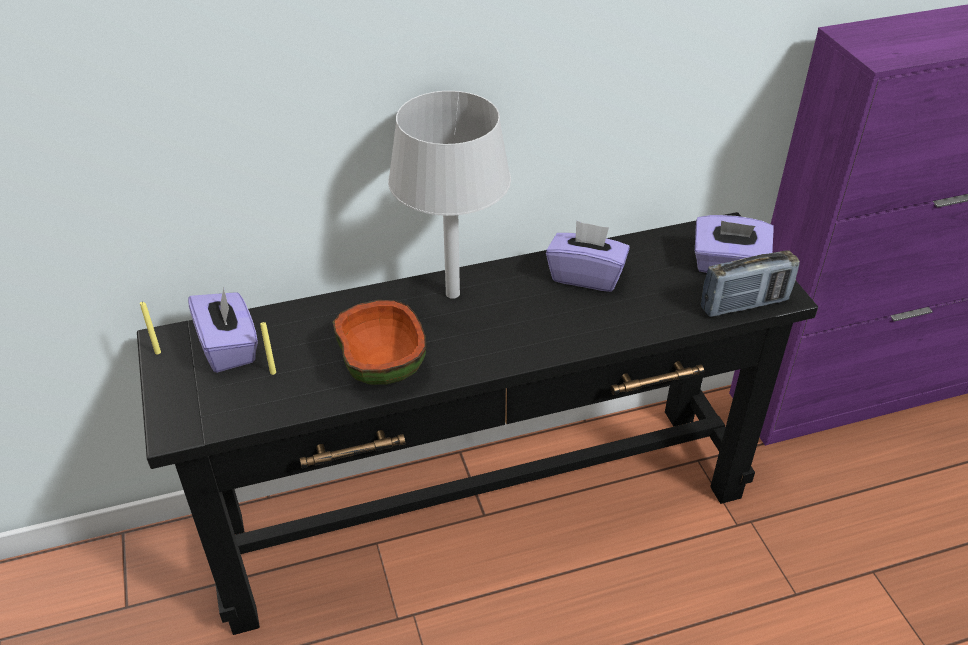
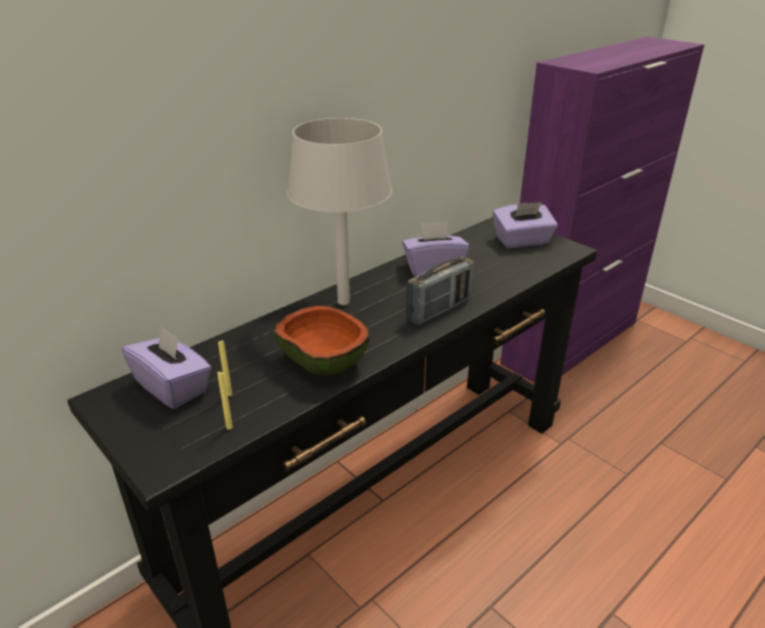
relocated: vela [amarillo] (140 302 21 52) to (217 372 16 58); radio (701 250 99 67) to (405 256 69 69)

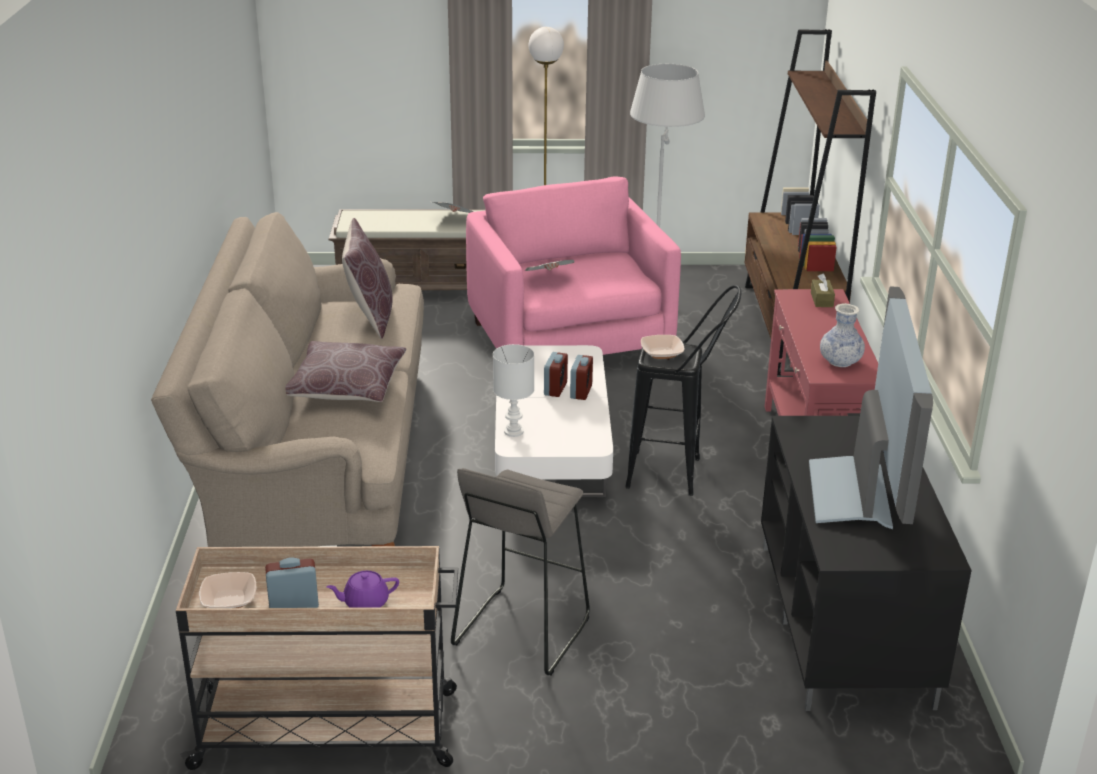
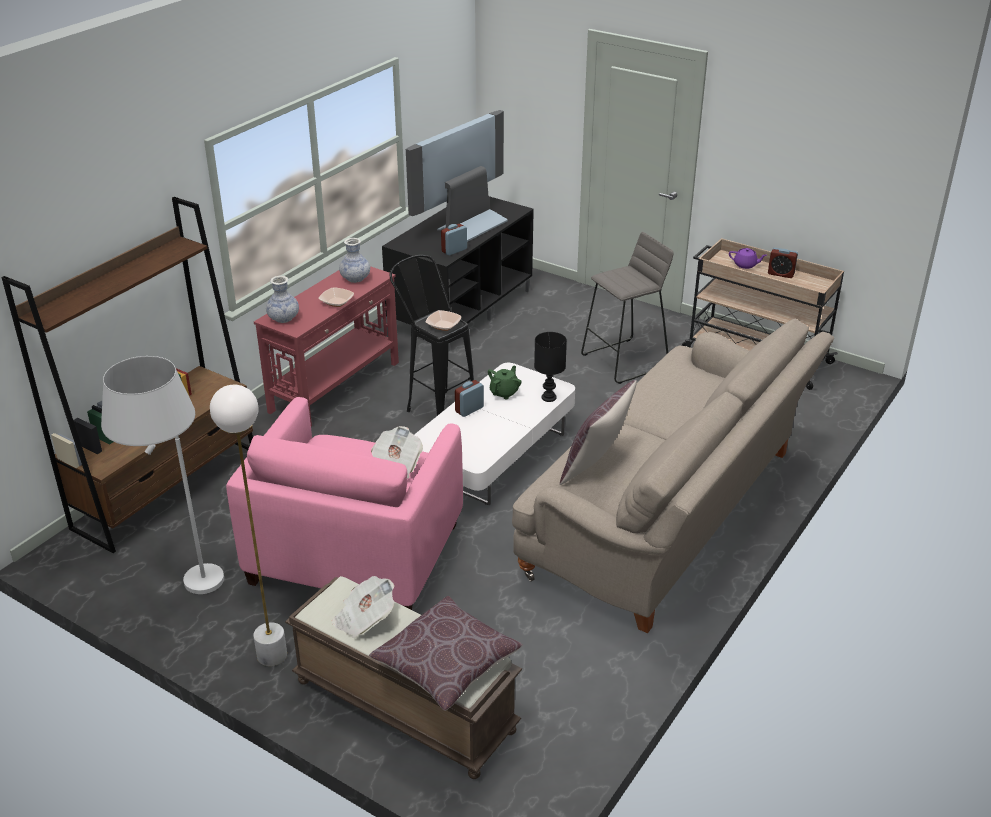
appeared: tetera [verde] (488 366 34 33)
relocated: cuenco (199 572 57 36) to (318 288 36 19); cojín [marrón] (286 341 120 61) to (369 596 154 115); despertador (544 352 24 45) to (441 224 26 31)
exchanged: caja de pañuelos [marrón] (811 274 24 33) to florero (266 276 33 47)
colour: lámpara de mesa [blanco] (493 344 41 93) to lámpara de mesa [negro] (534 332 33 70)

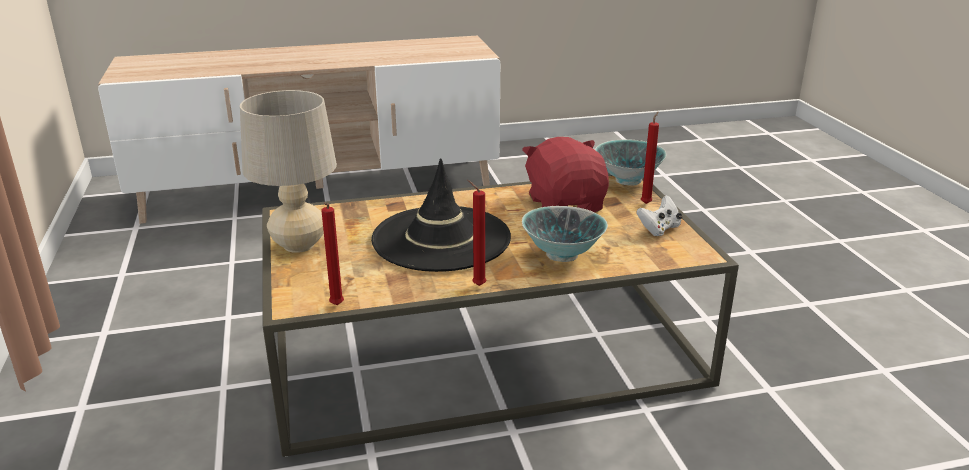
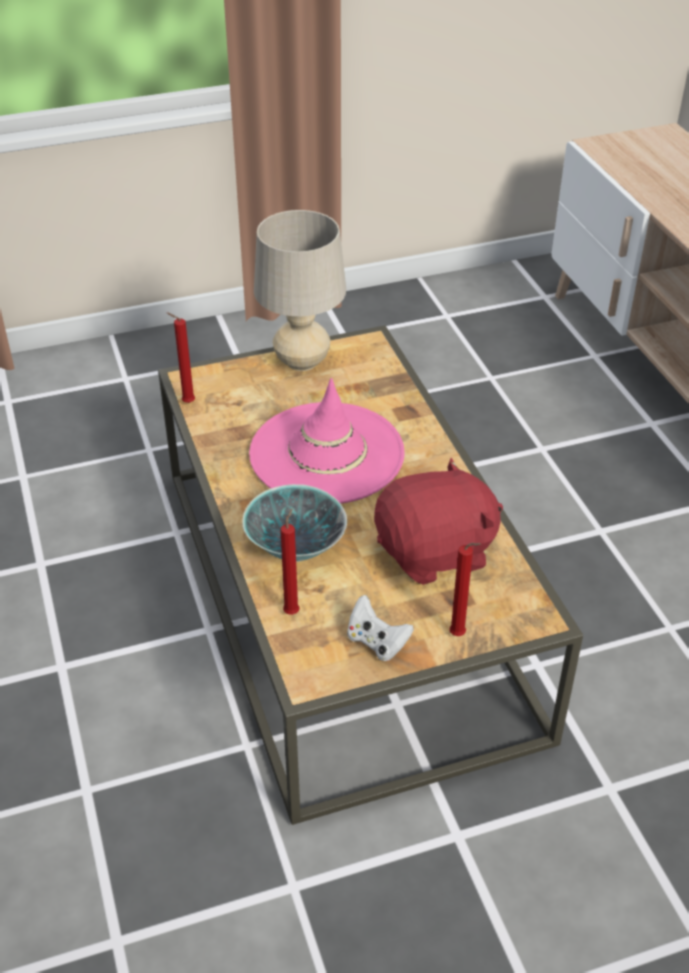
missing: cuenco (595 139 72 47)
relocated: vela [rojo] (467 180 20 106) to (280 509 20 106)
colour: sombrero [negro] (371 158 140 114) to sombrero [rosa] (249 378 156 126)

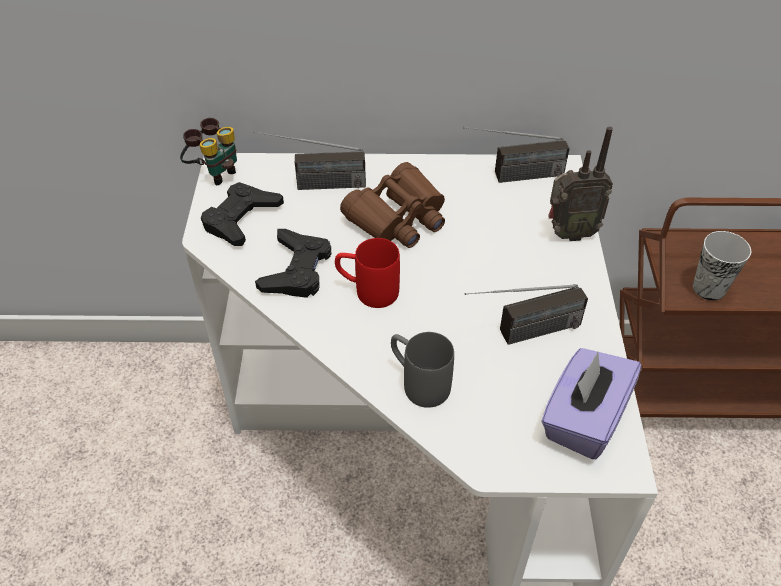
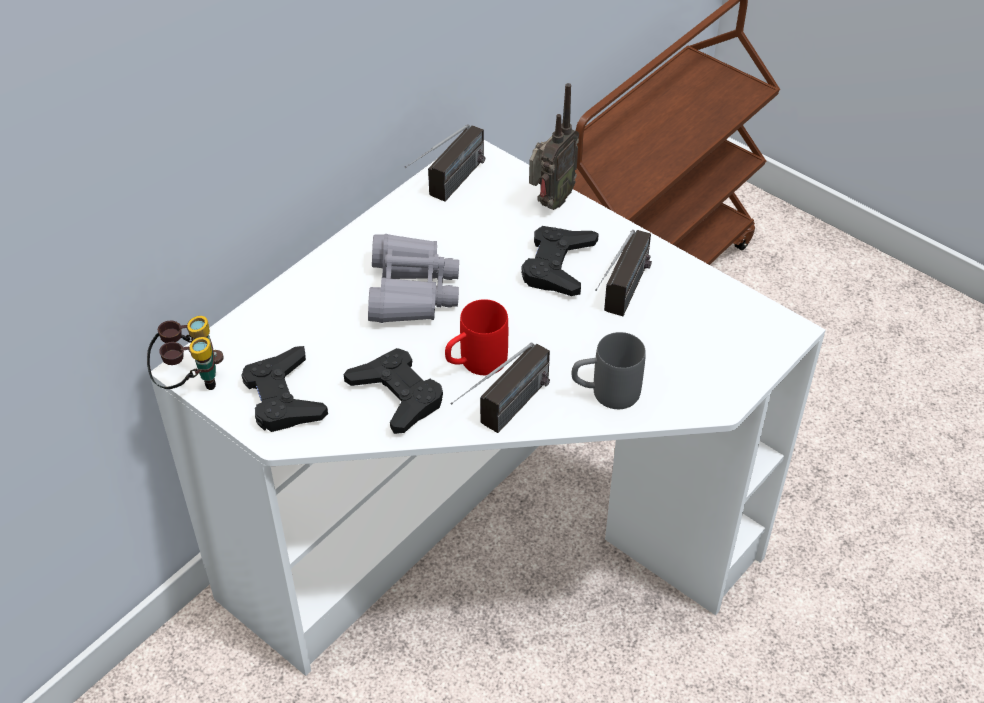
missing: caja de pañuelos [morado] (541 348 100 111); taza (693 231 58 70)
appeared: mando de consola [negro] (521 226 78 70)
relocated: radio (253 131 113 59) to (450 342 100 91)
colour: prismáticos [marrón] (340 162 105 86) to prismáticos [gris] (368 234 91 89)

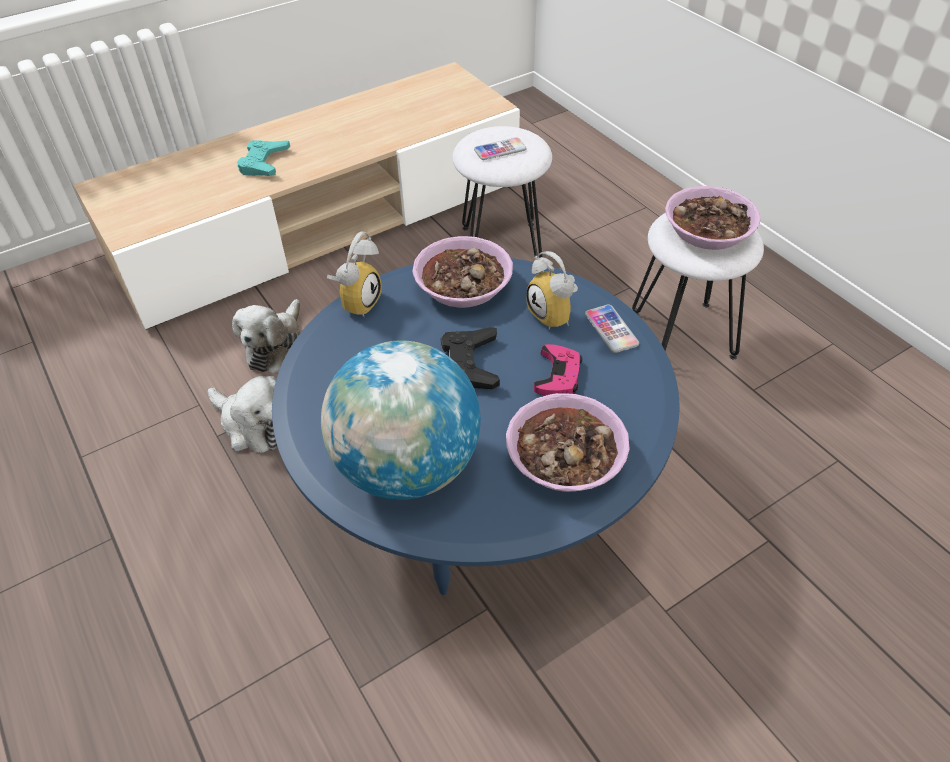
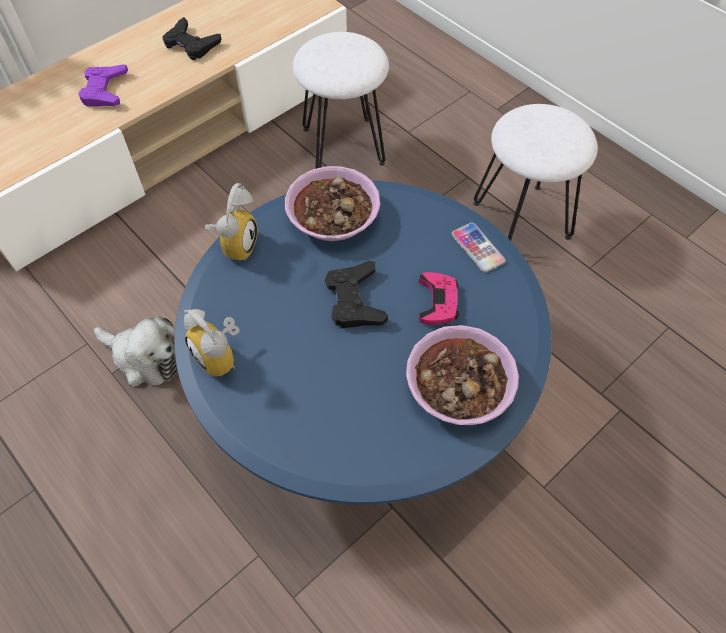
missing: peluche (232 299 68 75); globo terráqueo (321 341 160 159); móvil (474 137 52 23); cuenco (665 186 96 64)
appeared: mando de consola [negro] (163 17 58 43)
relocated: despertador (526 251 52 79) to (184 309 55 67)
colour: mando de consola [turquesa] (237 140 53 36) to mando de consola [morado] (78 64 50 43)

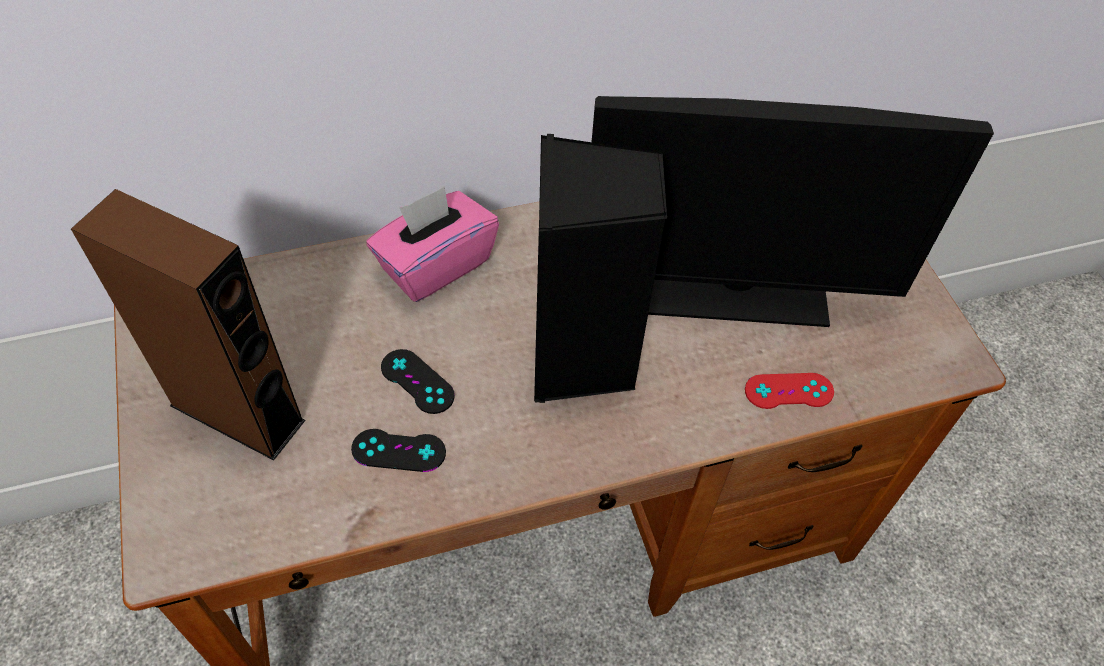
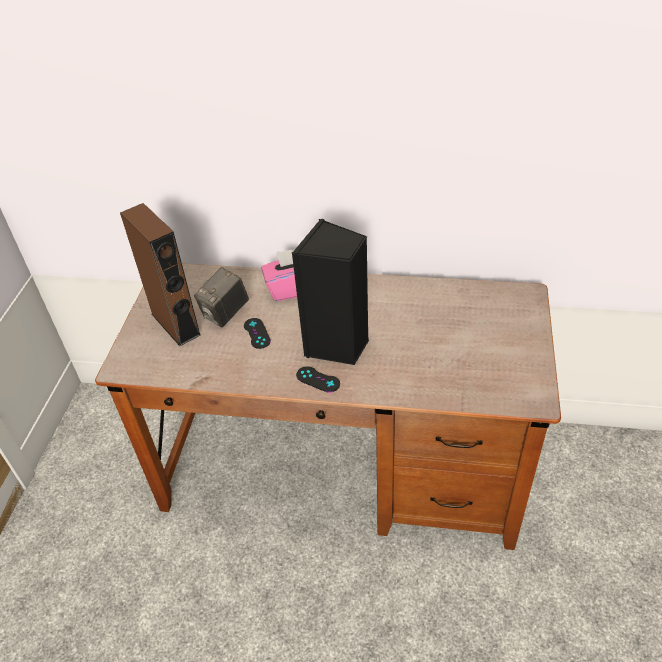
missing: monitor (592 96 402 231); mando de consola [rojo] (745 373 89 36)
appeared: cámara (194 267 55 60)
relocated: mando de consola [negro] (351 429 95 43) to (296 366 44 27)

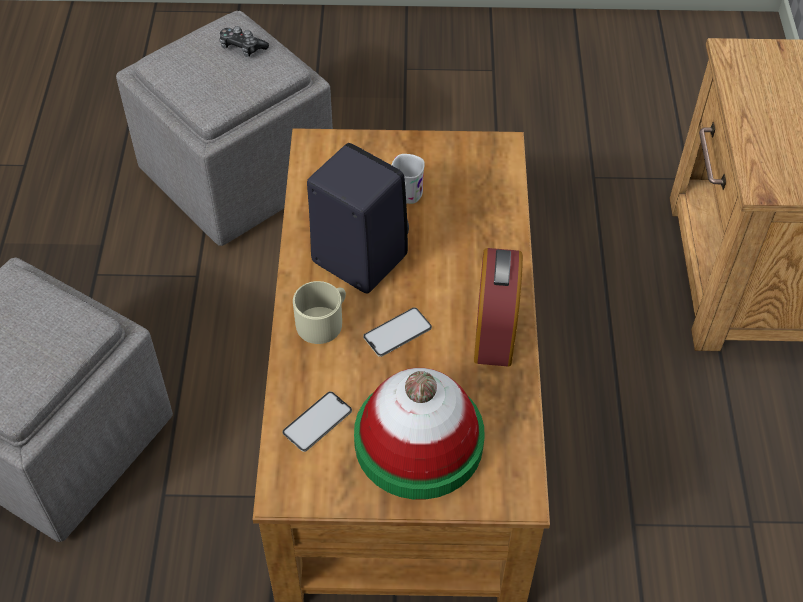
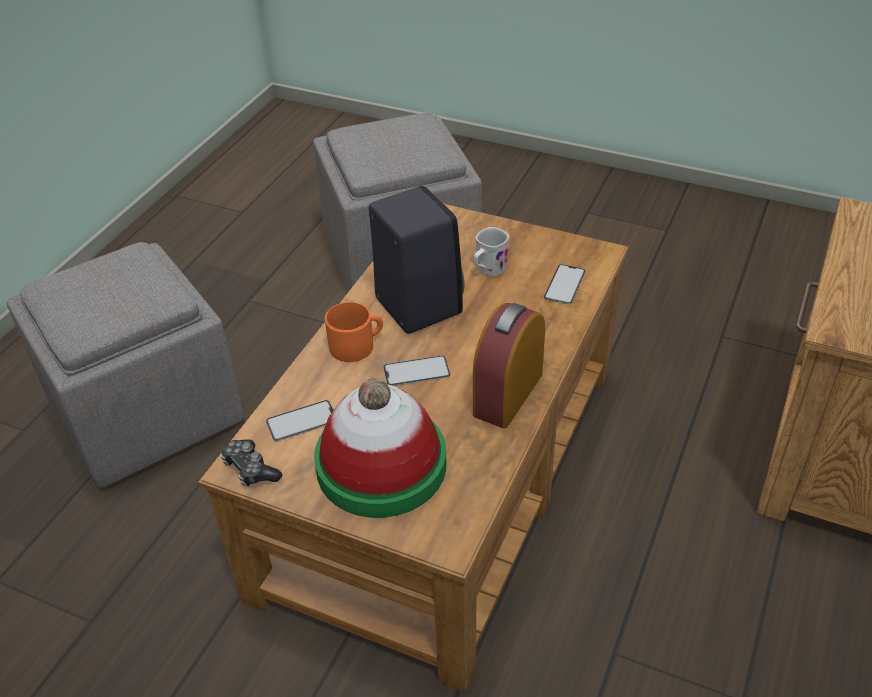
appeared: móvil (544 264 42 41)
relocated: mando de consola (220 26 49 31) to (220 439 62 48)
colour: taza grande [beis] (293 281 53 63) to taza grande [naranja] (325 302 58 60)

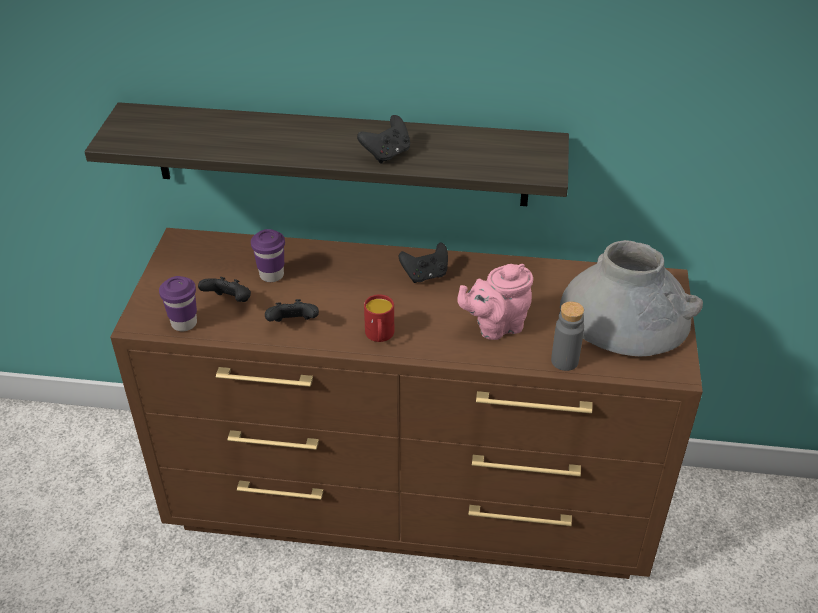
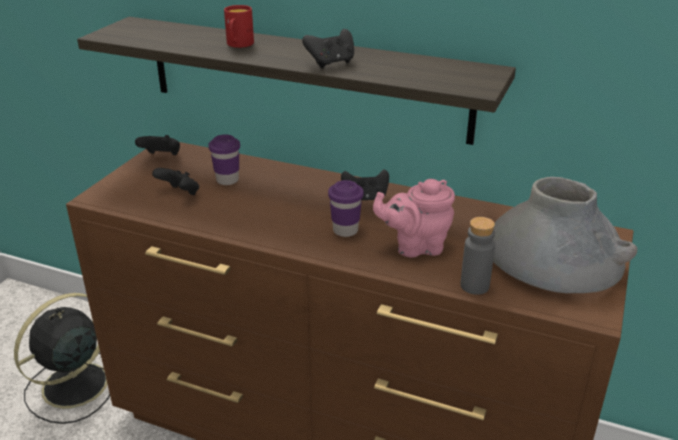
appeared: ventilador [negro] (14 293 96 131)
relocated: mando de consola [negro] (265 299 54 23) to (135 135 45 20); taza grande [rojo] (364 295 30 47) to (224 5 30 43); taza [morado] (159 276 38 56) to (328 180 35 57)

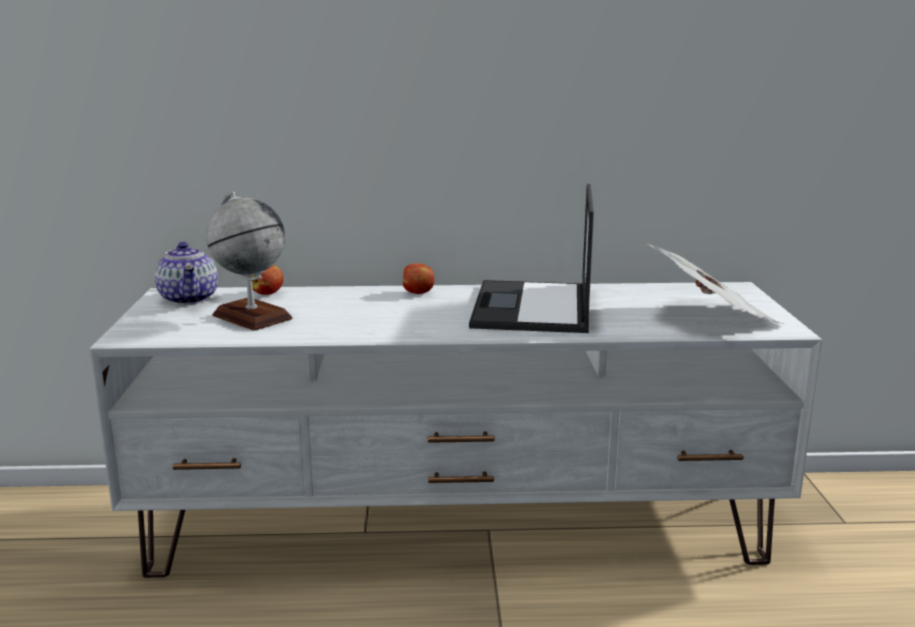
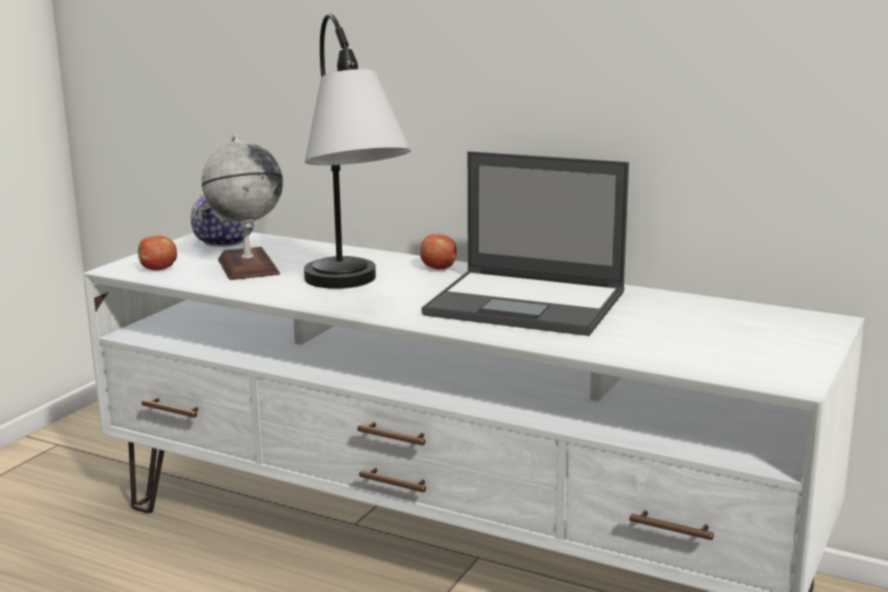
missing: periódico (647 244 137 80)
appeared: lámpara de mesa (304 13 107 276)
relocated: manzana (250 265 34 30) to (138 235 39 35)
spun: portátil (469 183 125 150) = (421 151 208 185) 105 degrees counterclockwise

